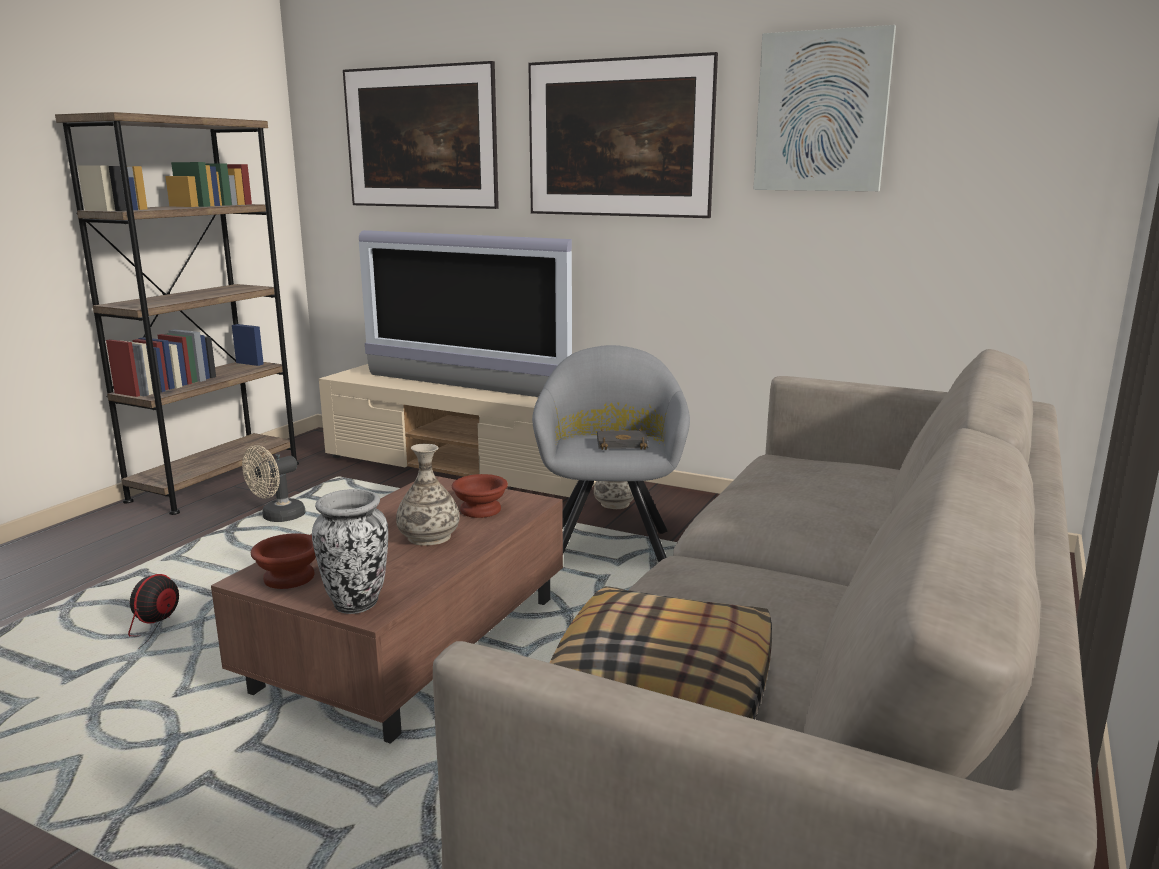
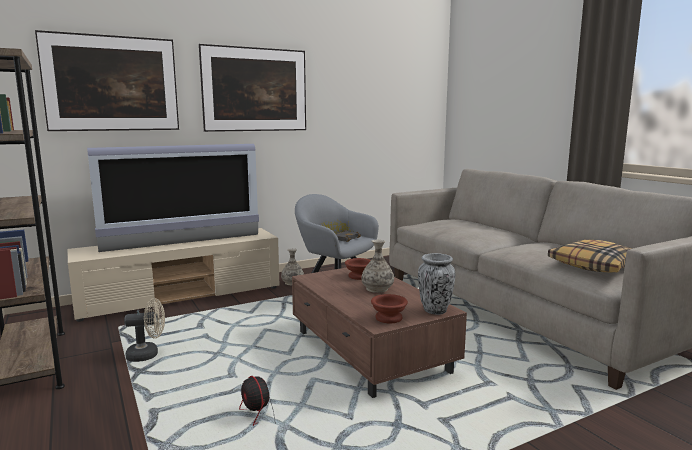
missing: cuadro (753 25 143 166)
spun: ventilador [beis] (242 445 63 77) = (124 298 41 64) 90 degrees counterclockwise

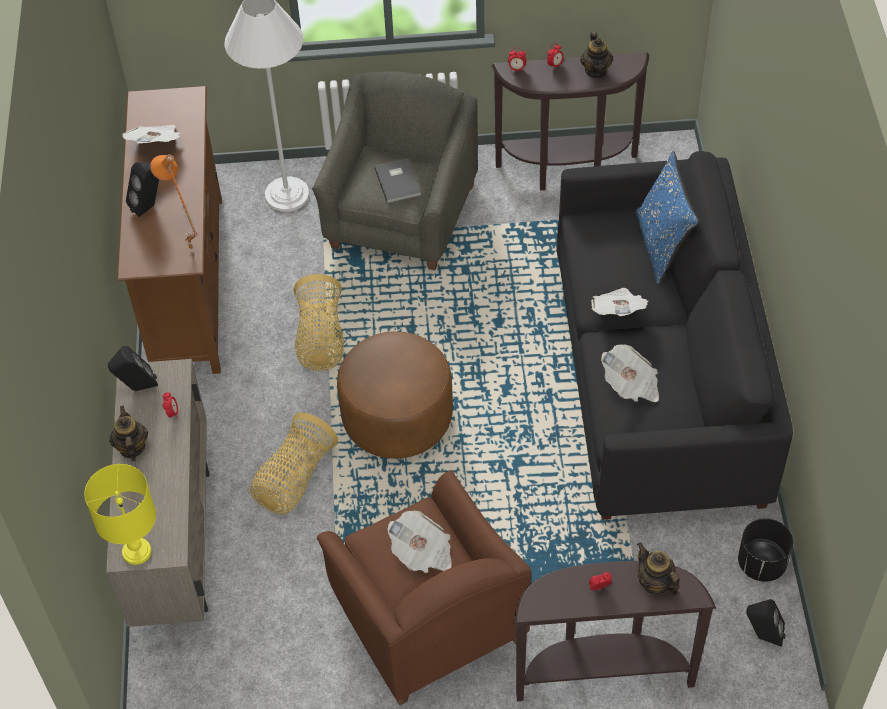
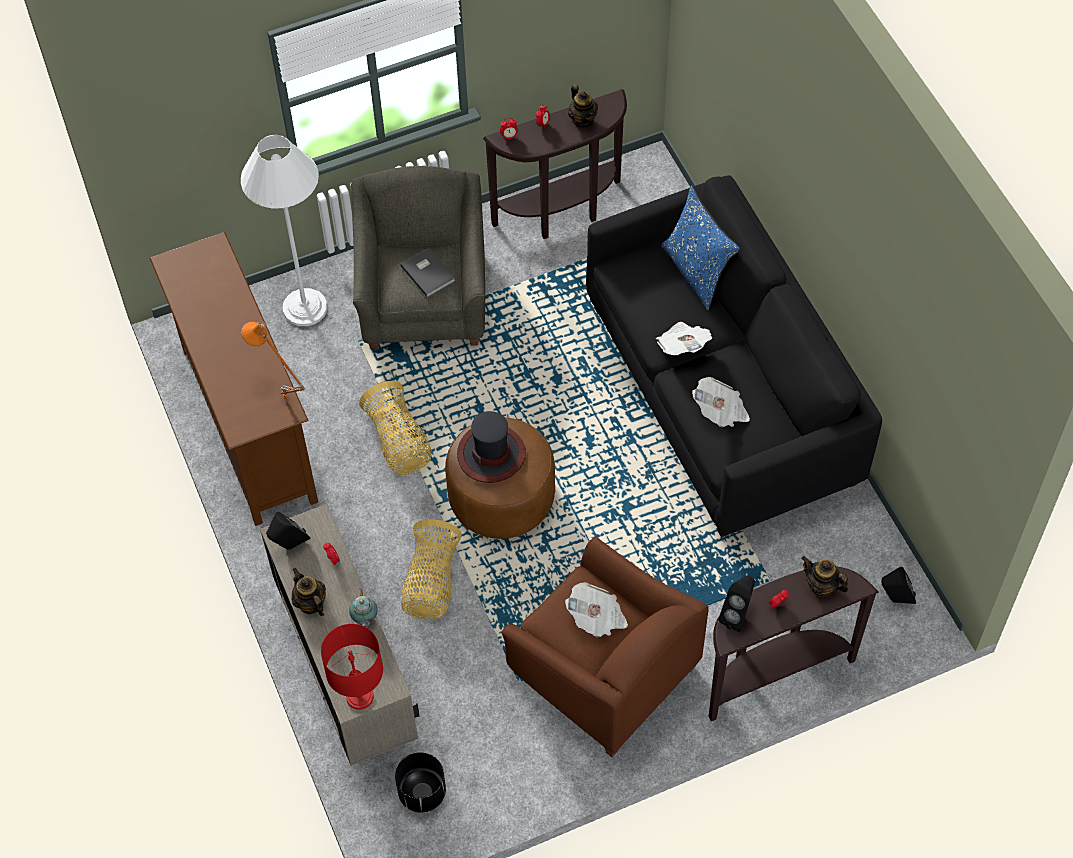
missing: periódico (122 125 58 18)
appeared: tetera (349 588 28 40); sombrero (457 411 69 72)
relocated: maceta [negro] (738 518 55 64) to (395 753 51 60); altavoz [negro] (126 162 33 55) to (718 576 37 56)
colour: lámpara de mesa [amarillo] (84 464 72 101) to lámpara de mesa [rojo] (321 624 62 86)

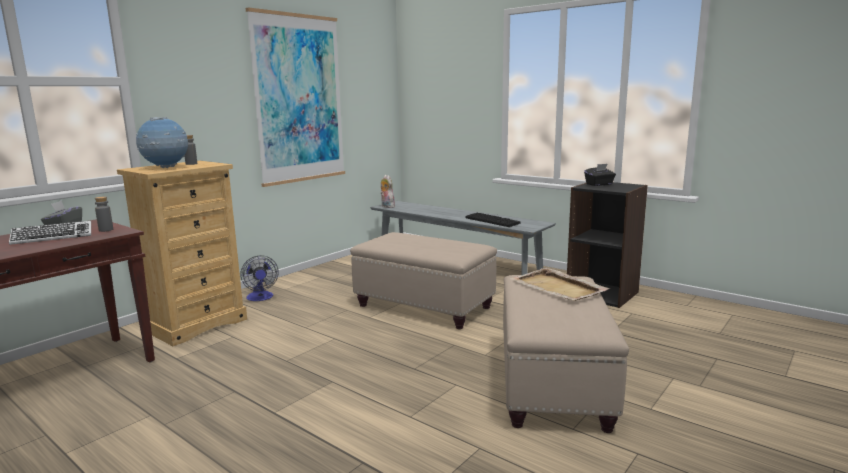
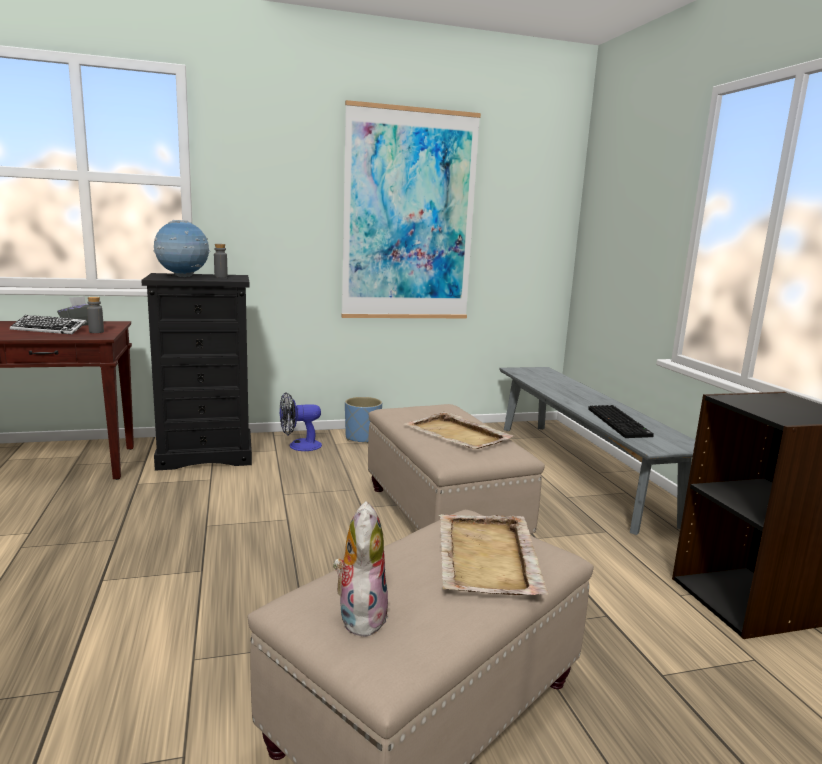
missing: caja de pañuelos [negro] (584 164 32 22)
appeared: maceta [azul] (345 397 37 46); bandeja [beis] (404 412 110 37)
relocated: peluche (380 175 15 33) to (333 501 55 136)
colour: cómoda [beis] (117 160 130 186) to cómoda [negro] (141 273 111 198)
spun: ventilador (240 255 39 46) = (280 392 42 59) 60 degrees clockwise

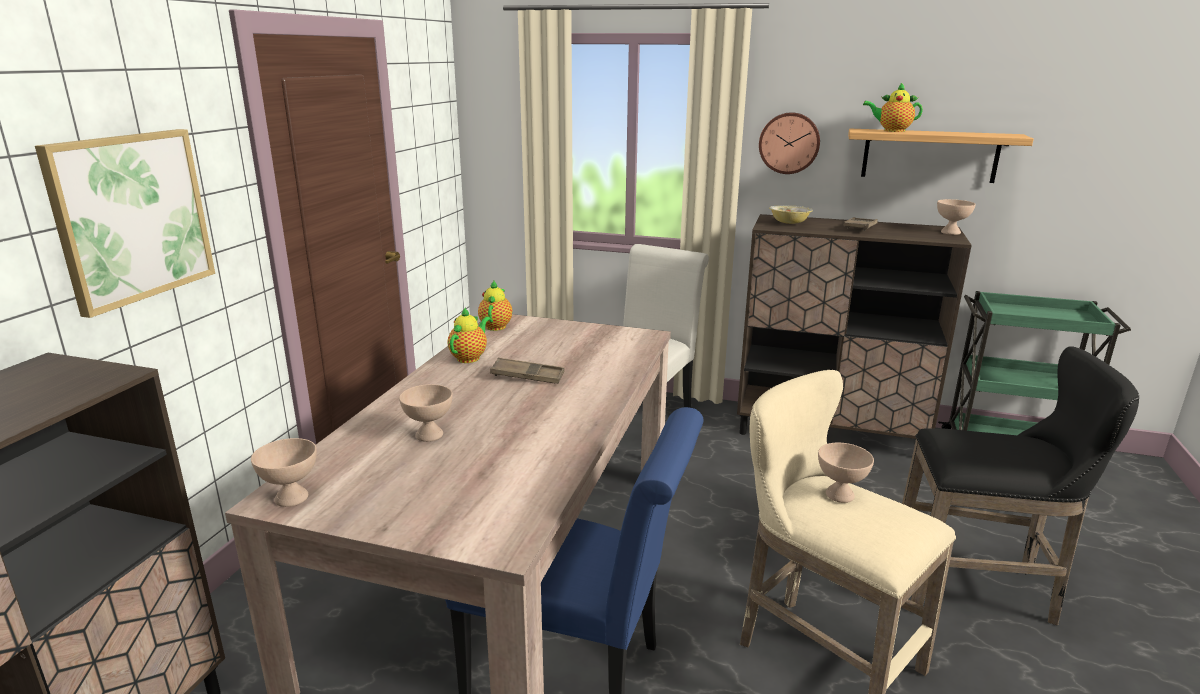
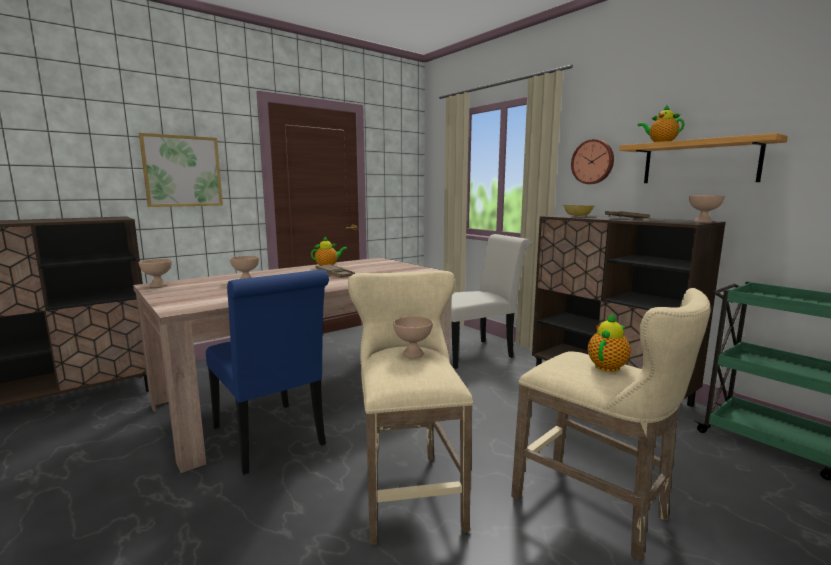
relocated: tetera (478 281 34 50) to (588 313 43 59)
colour: taburete [negro] (902 346 237 280) to taburete [beis] (511 288 200 274)

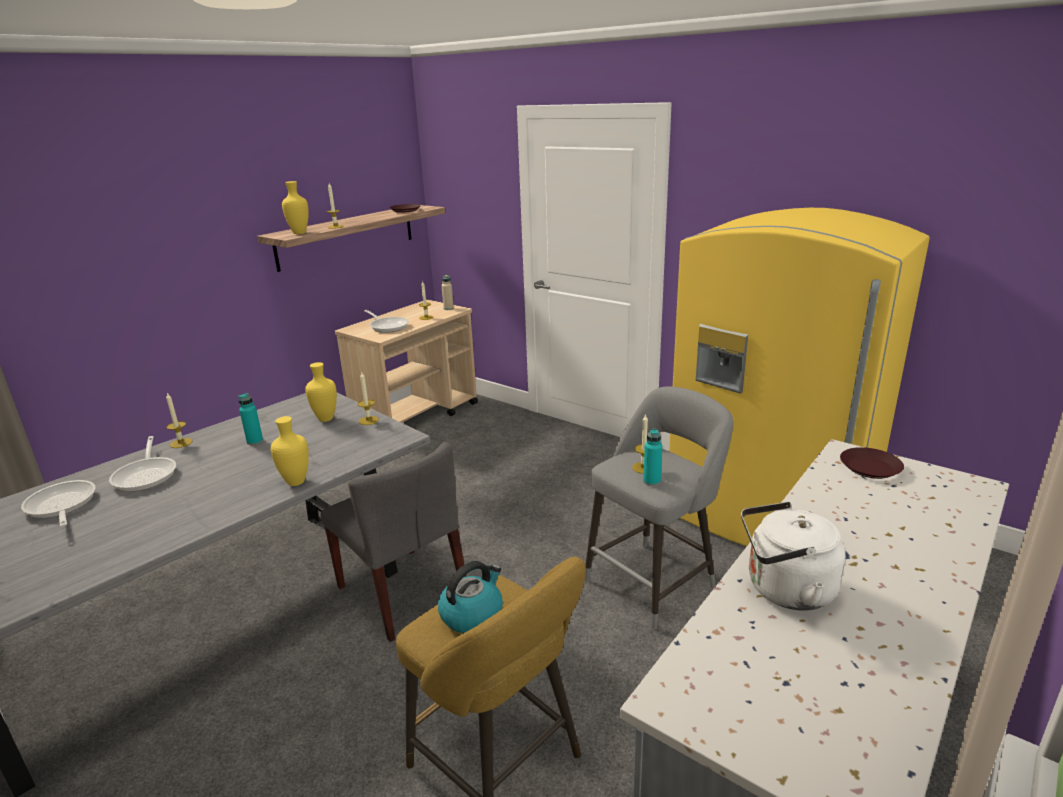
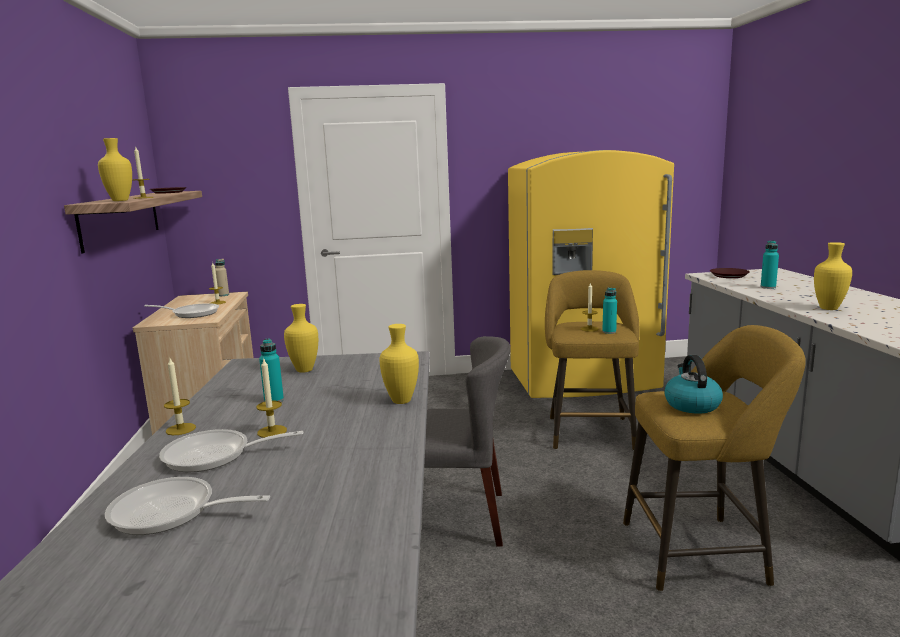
appeared: botella [turquesa] (761 240 18 49)
relocated: vela (358 371 21 54) to (256 357 31 81)
exchanged: hervidor [blanco] (741 501 105 109) to florero [amarillo] (814 242 38 68)
colour: taburete [gris] (584 386 149 244) to taburete [amarillo] (545 270 95 180)
spun: sartén (109 436 67 56) = (159 429 144 43) 150 degrees clockwise

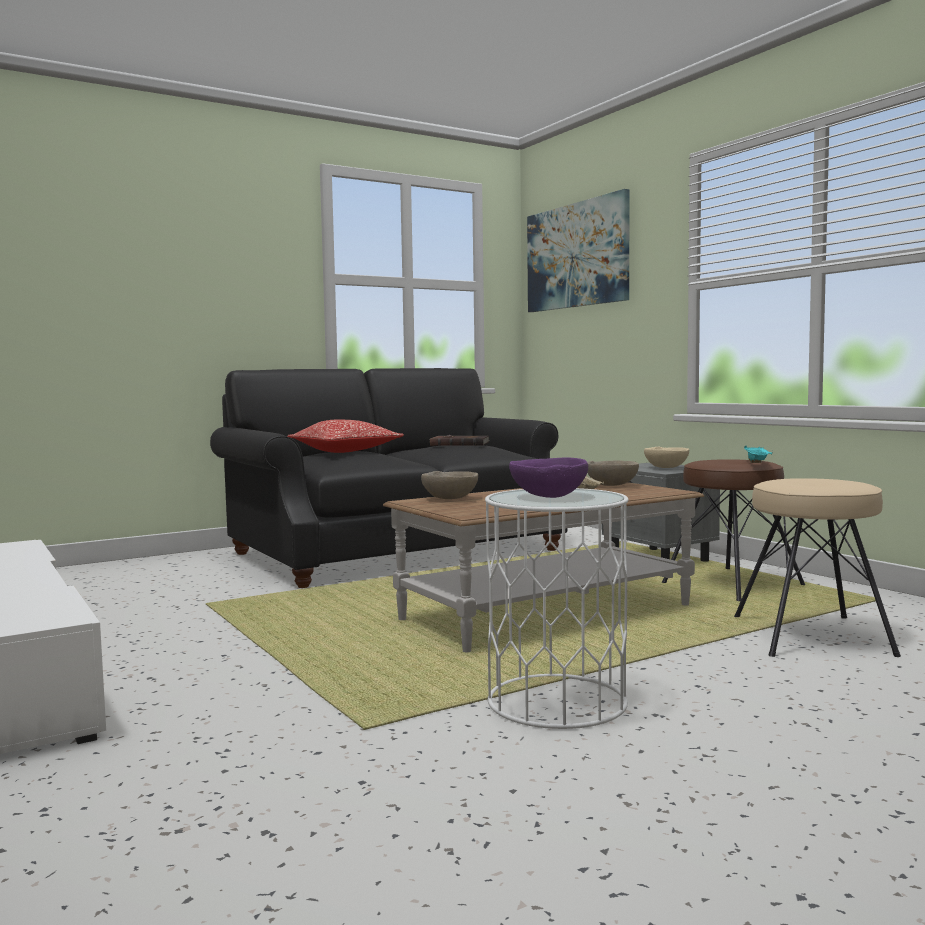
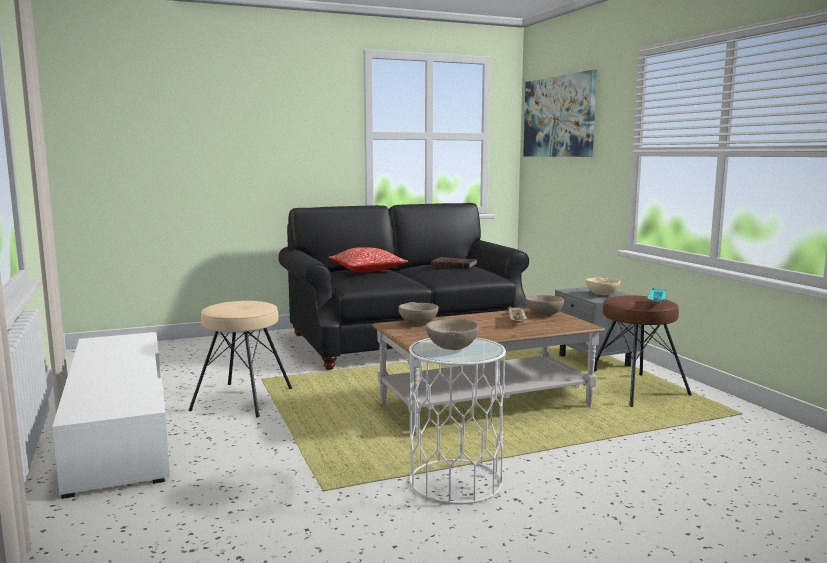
relocated: taburete [beis] (734 478 167 179) to (188 301 104 117)
colour: cuenco [morado] (509 457 79 41) to cuenco [beis] (426 319 53 31)

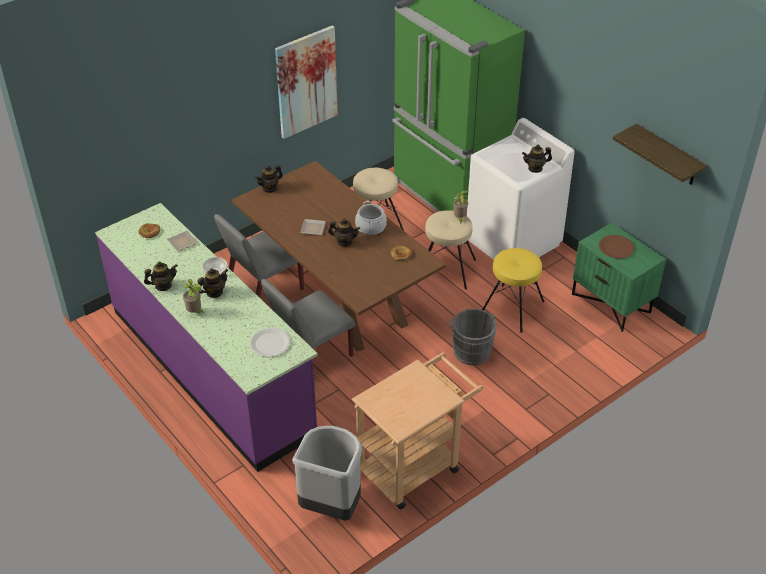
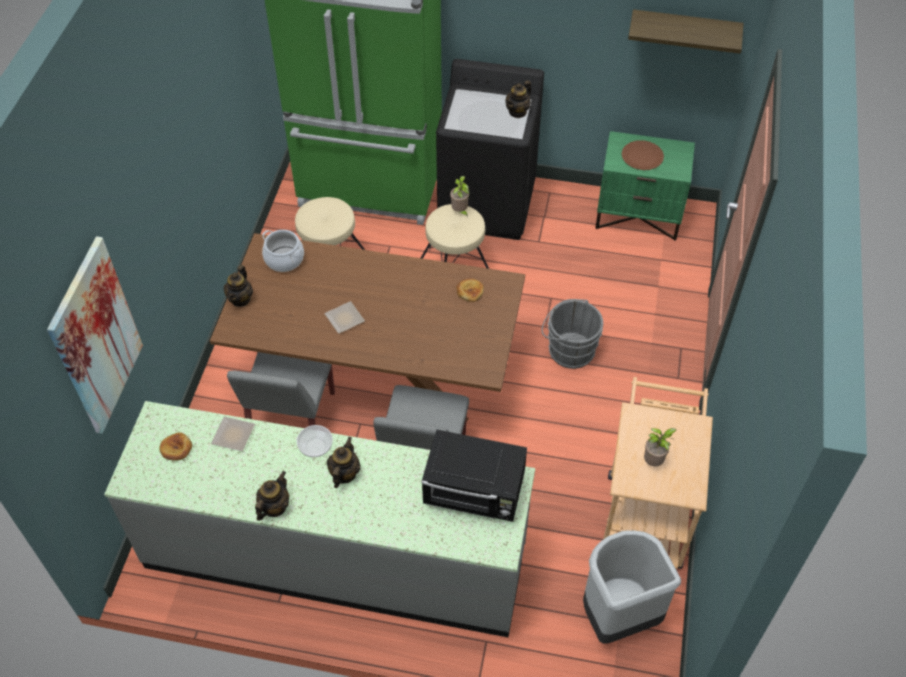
missing: tetera (328 219 32 27); taburete [amarillo] (482 248 62 85)
relocated: cuadro (275 25 63 114) to (47 236 96 198); olla (355 201 32 34) to (262 230 42 42); planta en maceta (183 279 21 34) to (644 428 32 39)
exchanged: plato [blanco] (249 328 41 29) to microondas [negro] (421 430 106 92)
colour: mueble bajo de cocina [morado] (95 203 223 269) to mueble bajo de cocina [gris] (104 401 431 236); lavadora [blanco] (467 118 108 142) to lavadora [negro] (436 59 108 181)

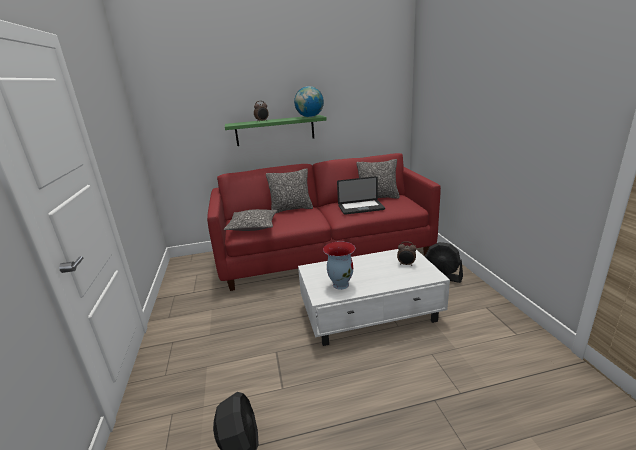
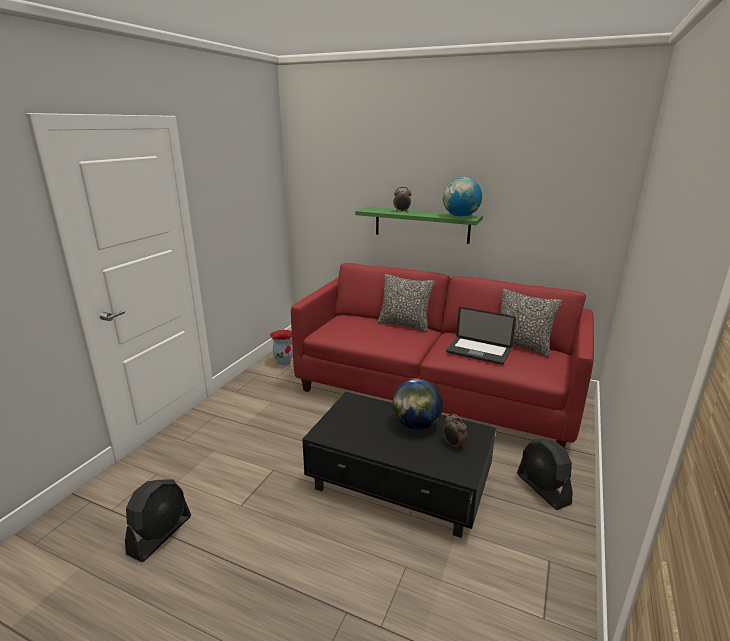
missing: cojín (224 209 53 22)
appeared: globo terráqueo (393 379 50 51)
relocated: florero (323 241 32 49) to (270 330 23 37)
colour: mesa de centro [blanco] (298 249 152 97) to mesa de centro [negro] (302 392 194 146)

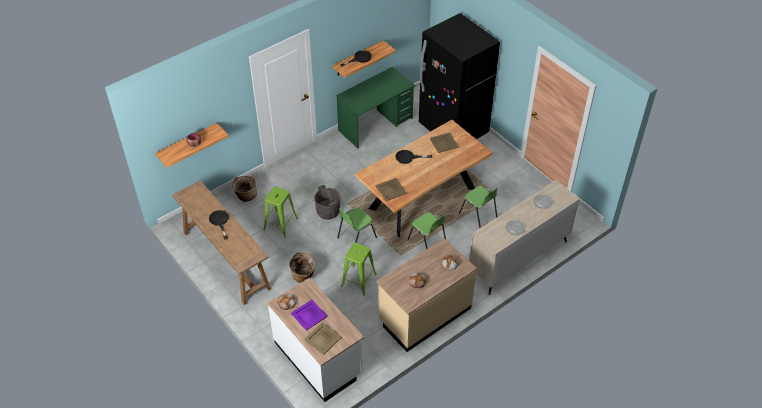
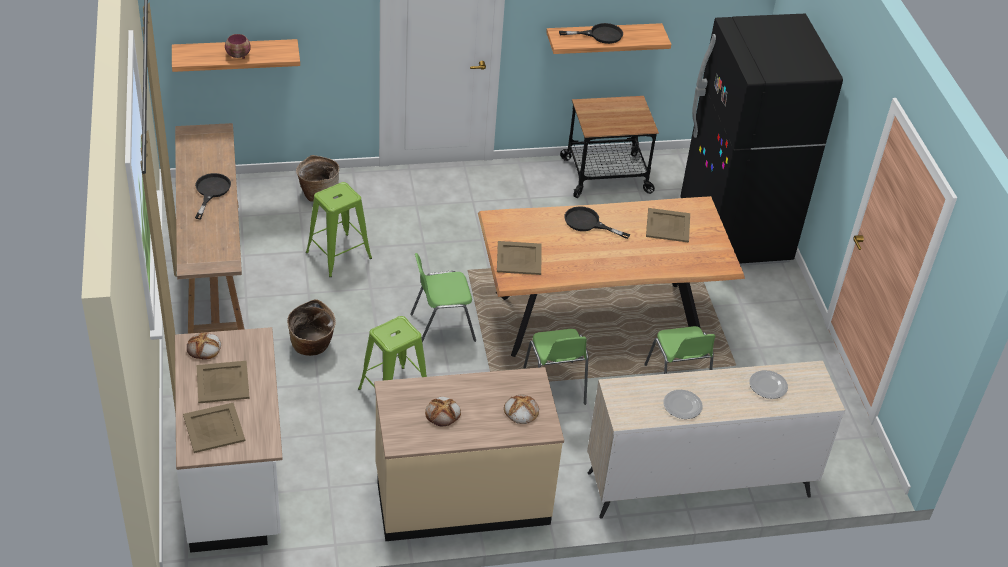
missing: cubo [gris] (314 185 26 35)
exchanged: escritorio [verde] (336 67 79 81) to carrito (560 96 99 102)
colour: bandeja [morado] (291 300 37 31) to bandeja [beis] (197 361 53 42)

